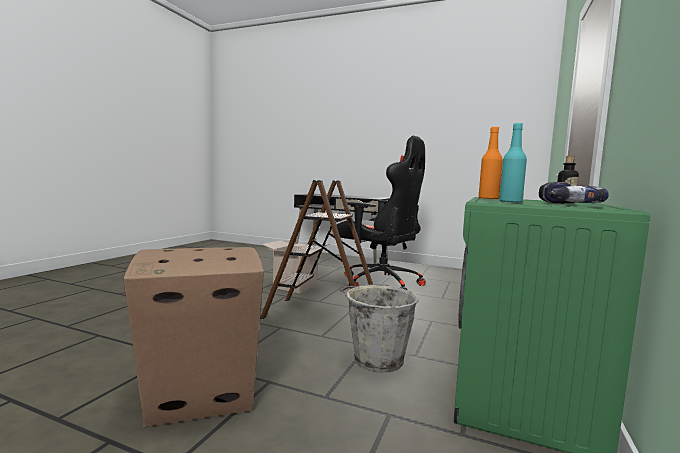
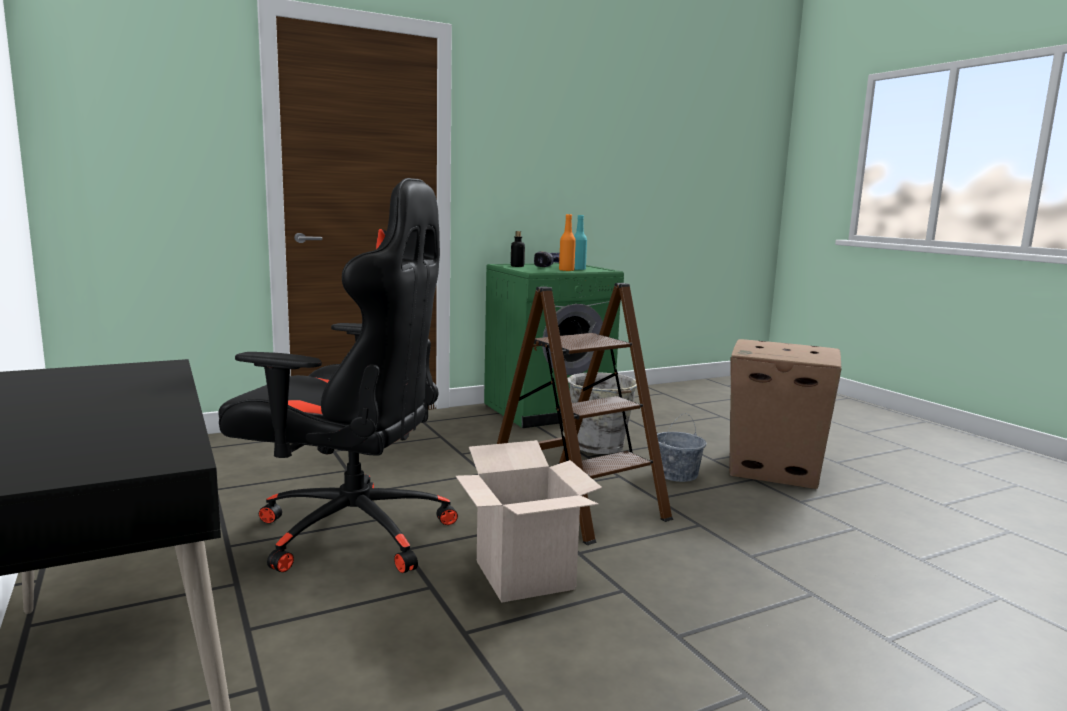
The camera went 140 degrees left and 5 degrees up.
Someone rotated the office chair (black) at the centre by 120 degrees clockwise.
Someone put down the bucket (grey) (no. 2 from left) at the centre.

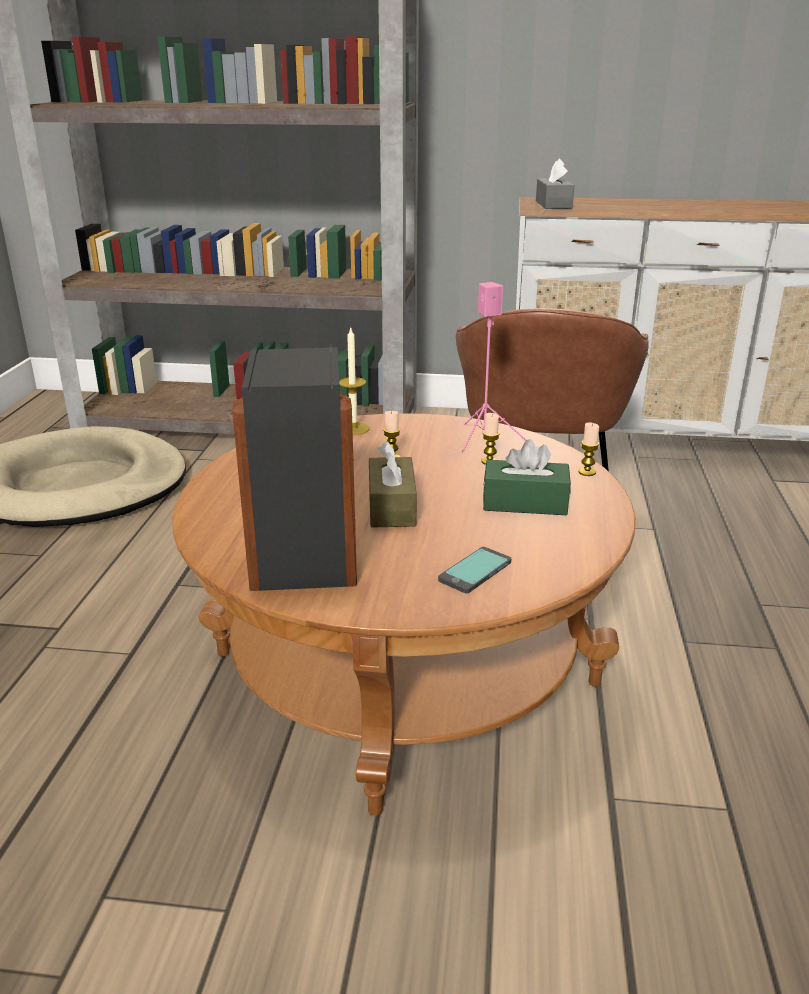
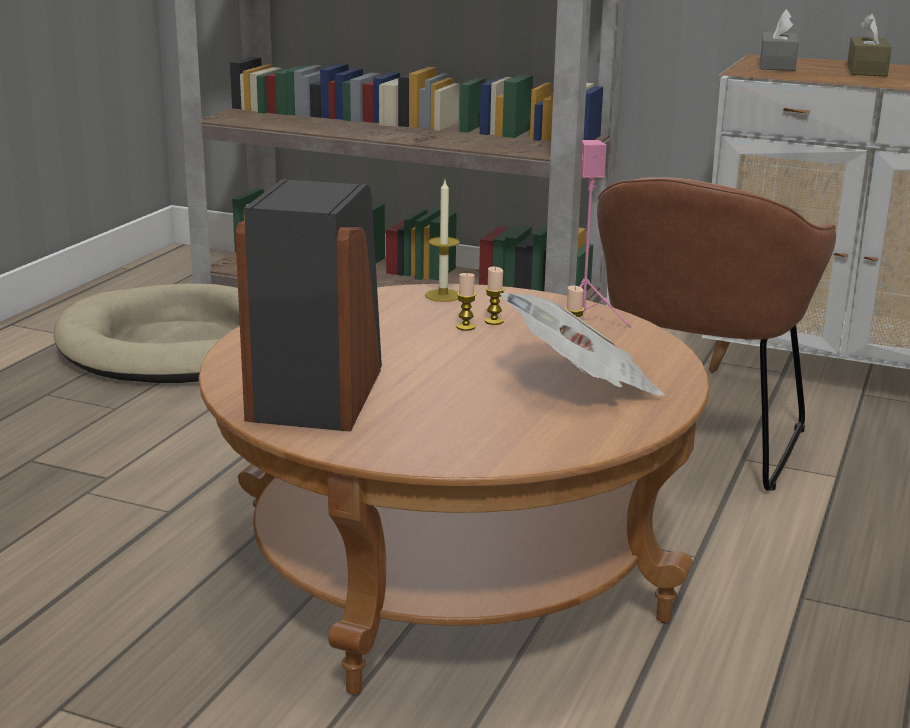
The camera went 15 degrees right and 5 degrees down.
Someone carried the candle (no. 4 from left in the first image) from the middle right to the centre.
Someone swapped the tissue box (green) at the centre for the newspaper at the centre.
Someone carried the tissue box (brown) from the centre to the top right.
Someone took away the phone at the centre.

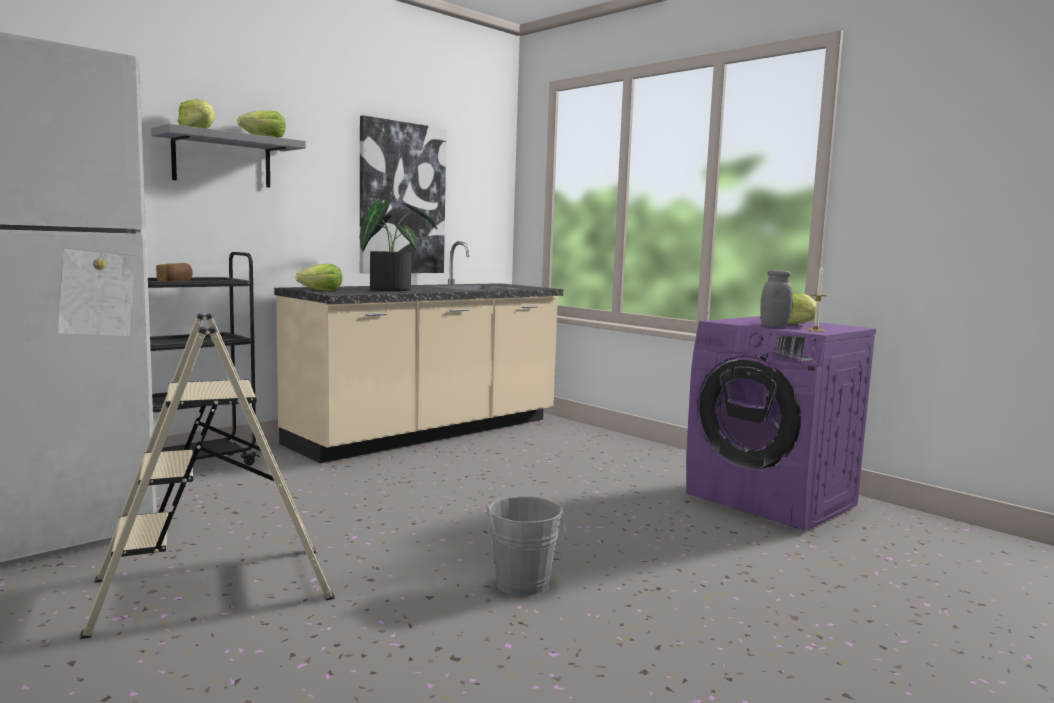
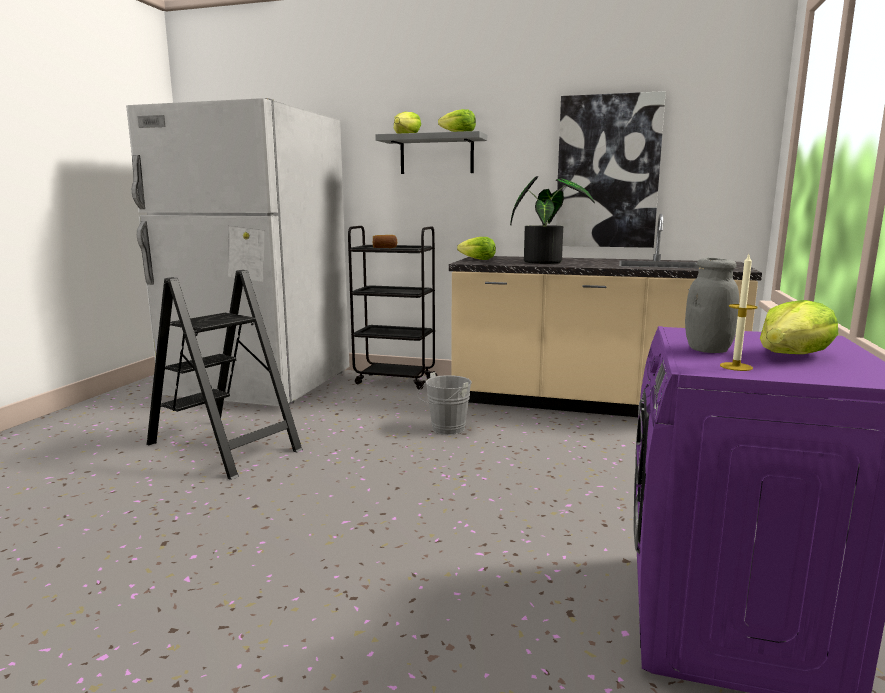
The camera went 60 degrees right and 5 degrees up.
Someone repainted the step ladder (beige) at the bottom left, which became the step ladder (black) at the middle left.
Someone carried the bucket (grey) from the bottom centre to the centre.

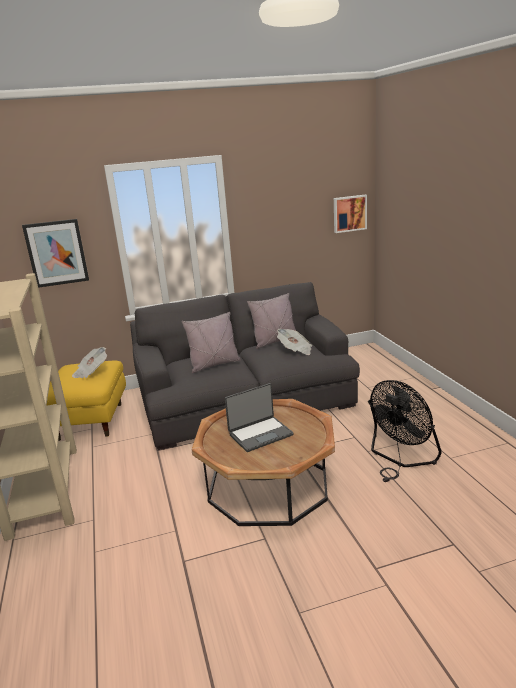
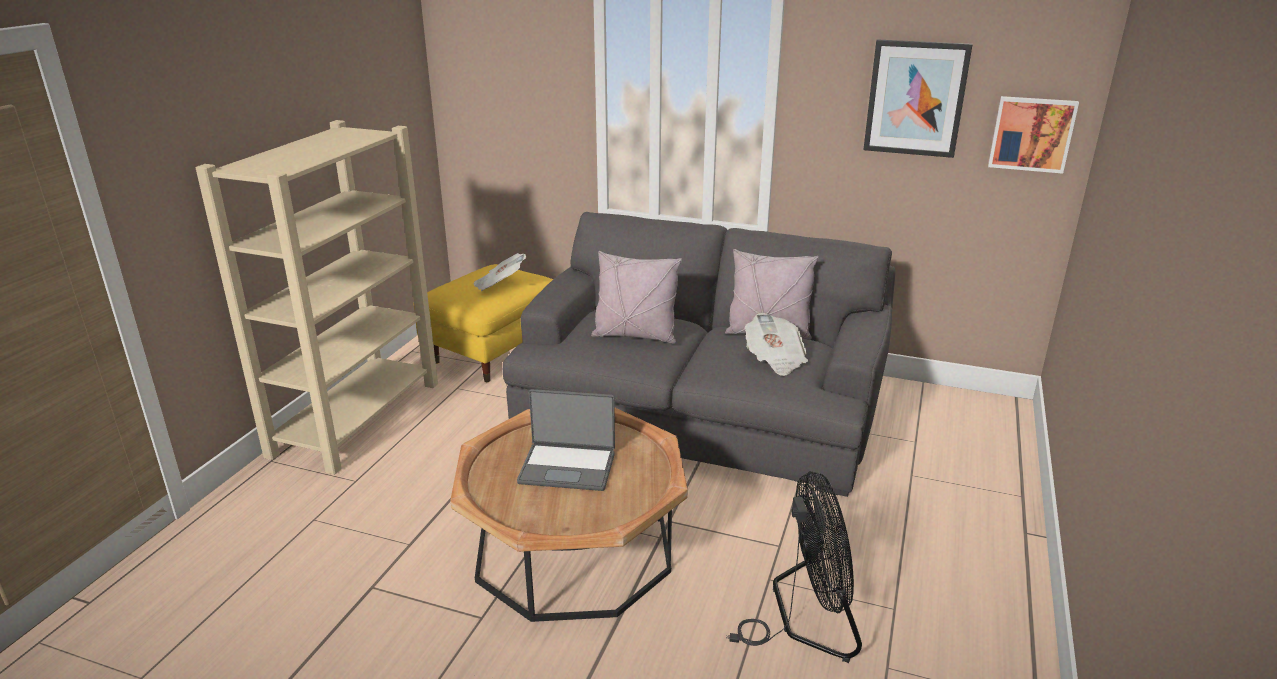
The camera went 35 degrees right and 5 degrees up.
Someone carried the picture (no. 1 from left) from the middle left to the top right.

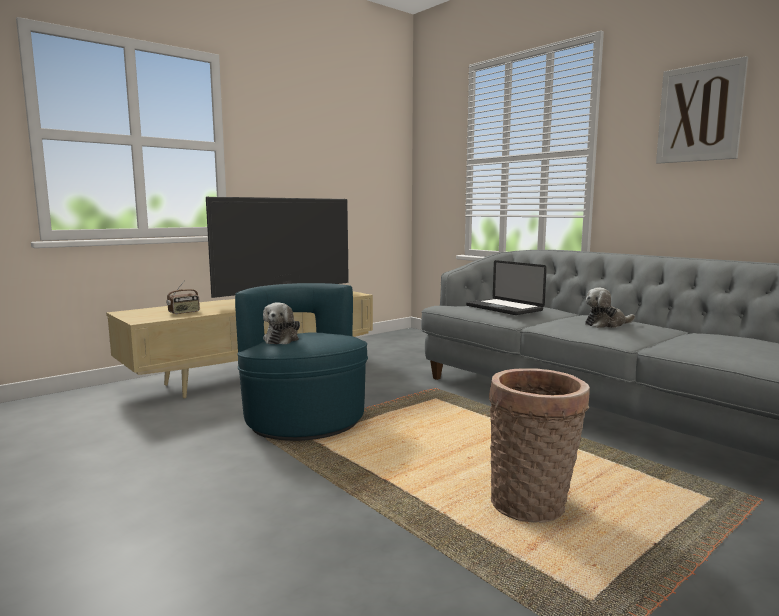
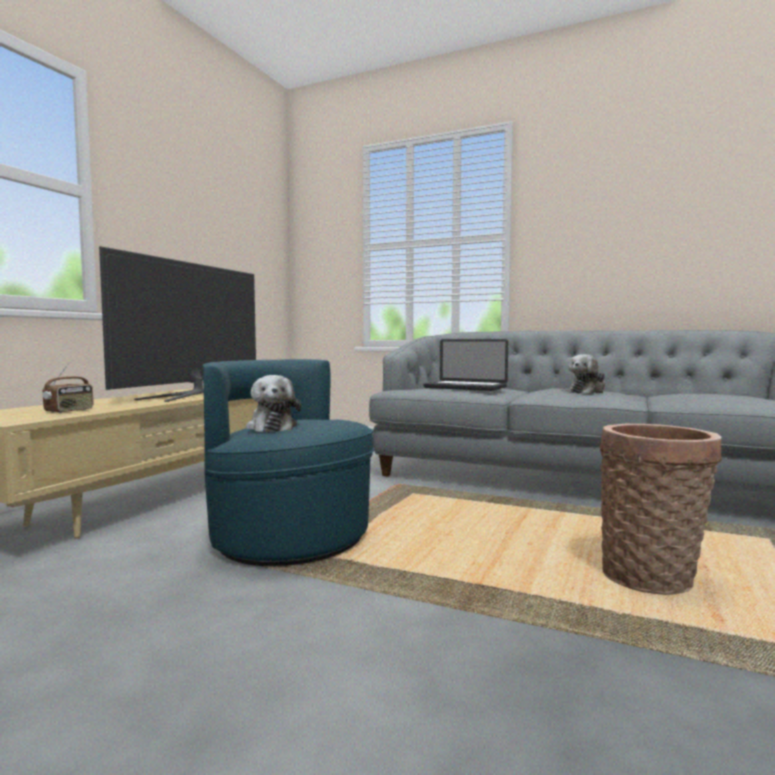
The camera went 25 degrees left and 5 degrees down.
Someone took away the picture at the top right.

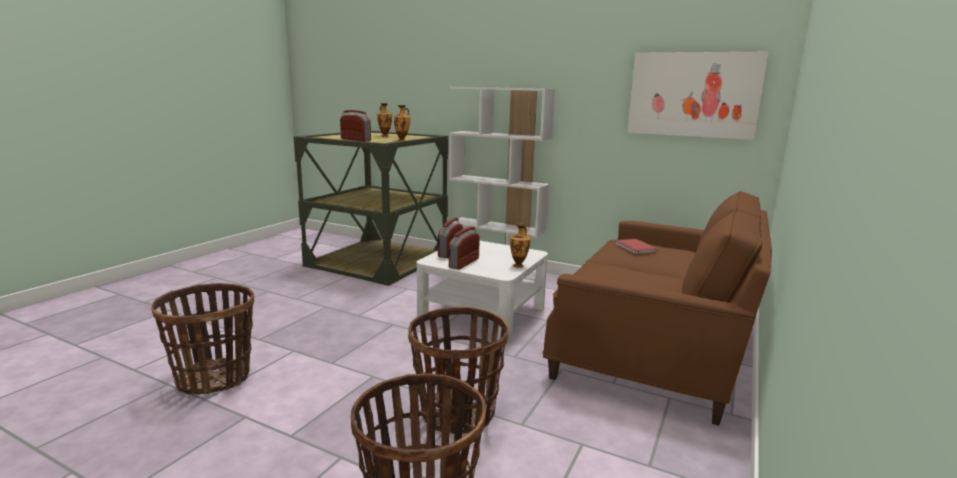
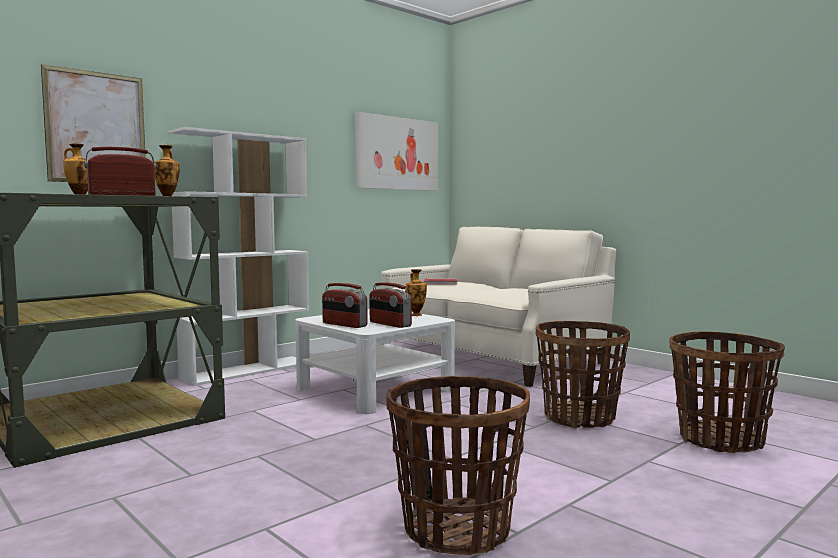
The camera went 70 degrees left and 10 degrees down.
Someone put up the picture (no. 1 from left) at the top left.
Someone repainted the sofa (brown) at the middle right, which became the sofa (white) at the centre.

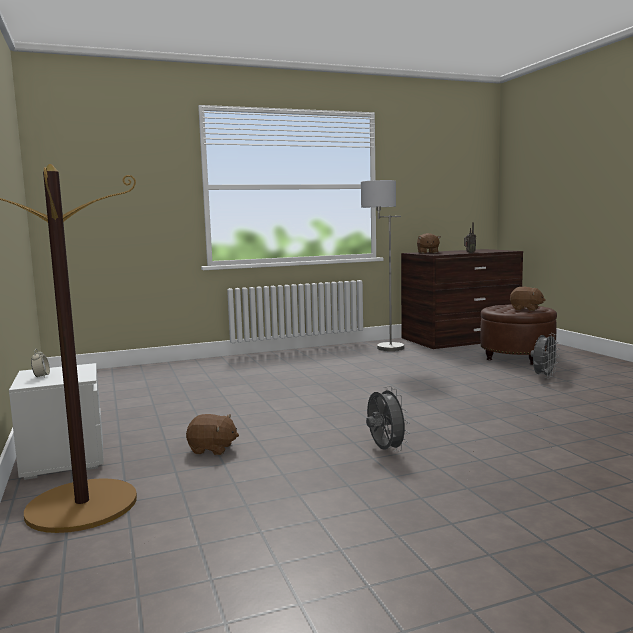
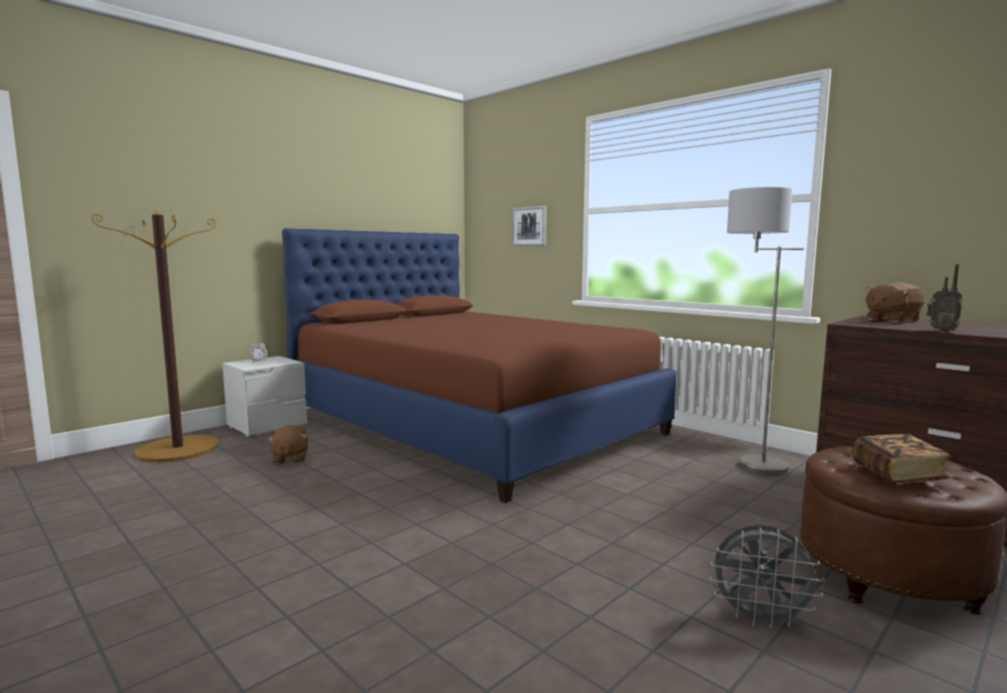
The camera went 65 degrees right and 0 degrees up.
Someone put down the bed (brown) at the centre.
Someone put up the picture at the top centre.
Someone swapped the plush toy (brown) (no. 3 from left) at the middle right for the book at the middle right.
Someone took away the fan (grey) (no. 1 from left) at the centre.

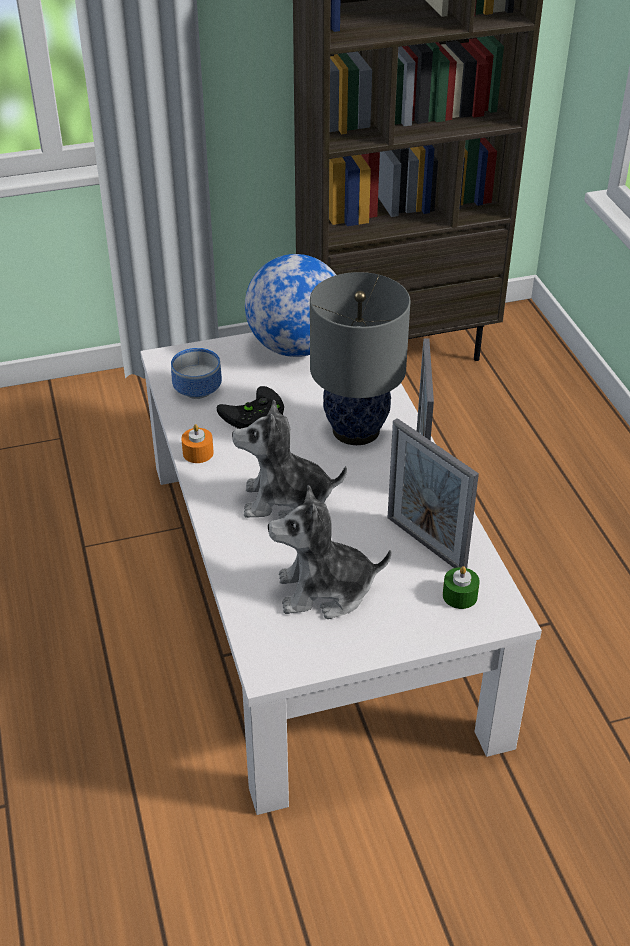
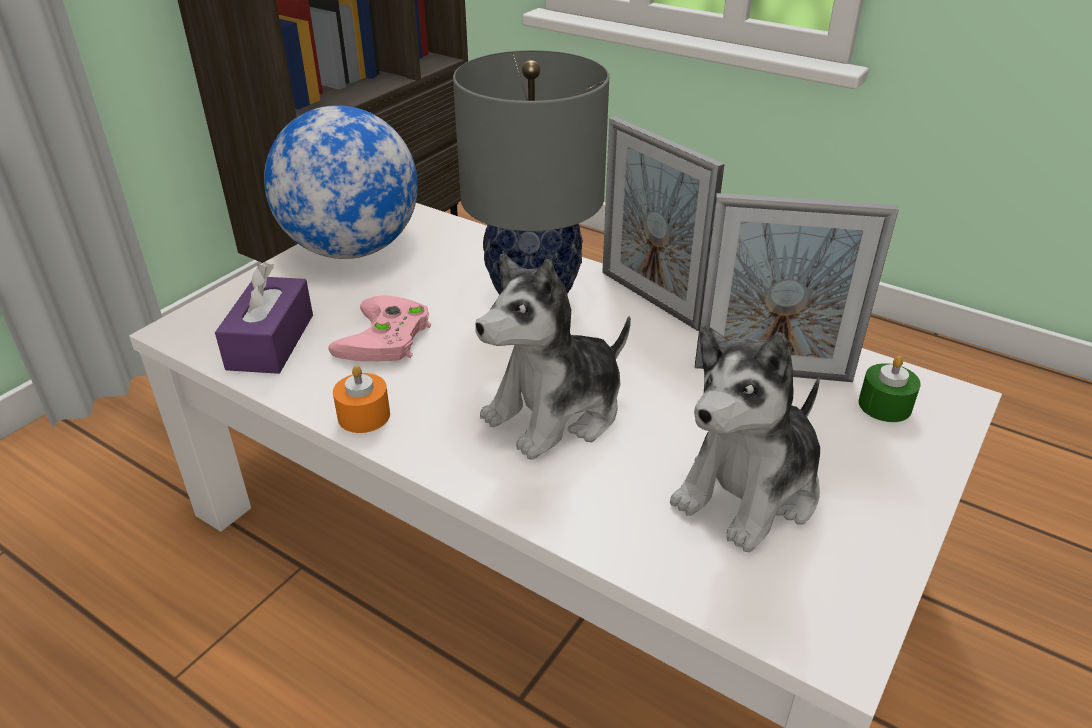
The camera went 40 degrees left and 5 degrees down.
Someone swapped the bowl at the middle left for the tissue box (purple) at the middle left.
Someone repainted the game controller (black) at the centre, which became the game controller (pink) at the centre.

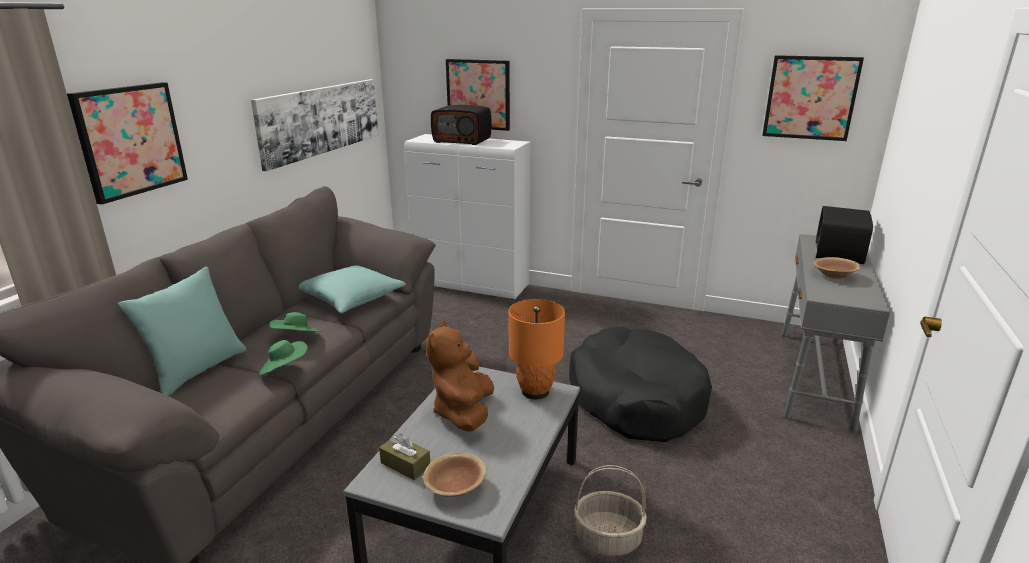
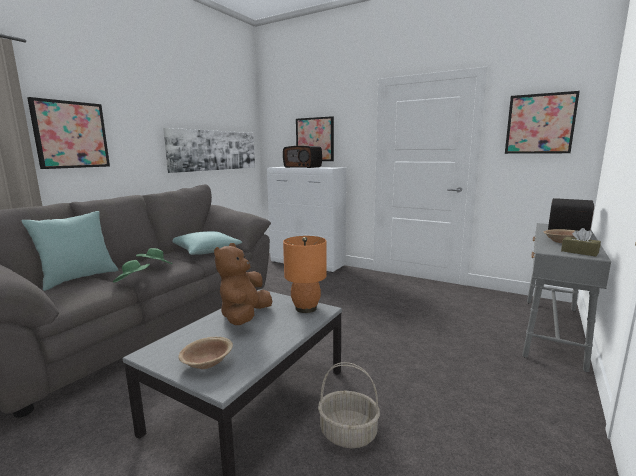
The camera went 10 degrees right and 10 degrees down.
Someone carried the tissue box (brown) from the bottom centre to the middle right.
Someone took away the dog bed (black) at the bottom centre.

